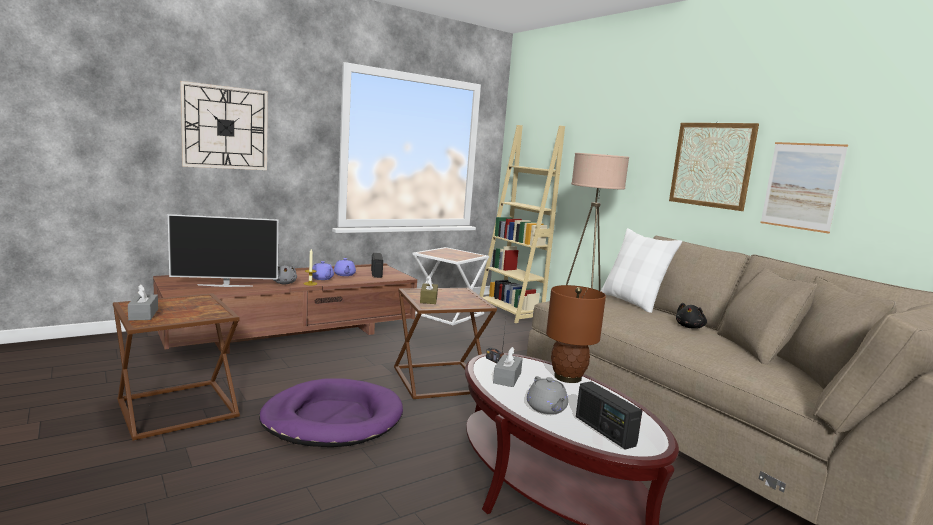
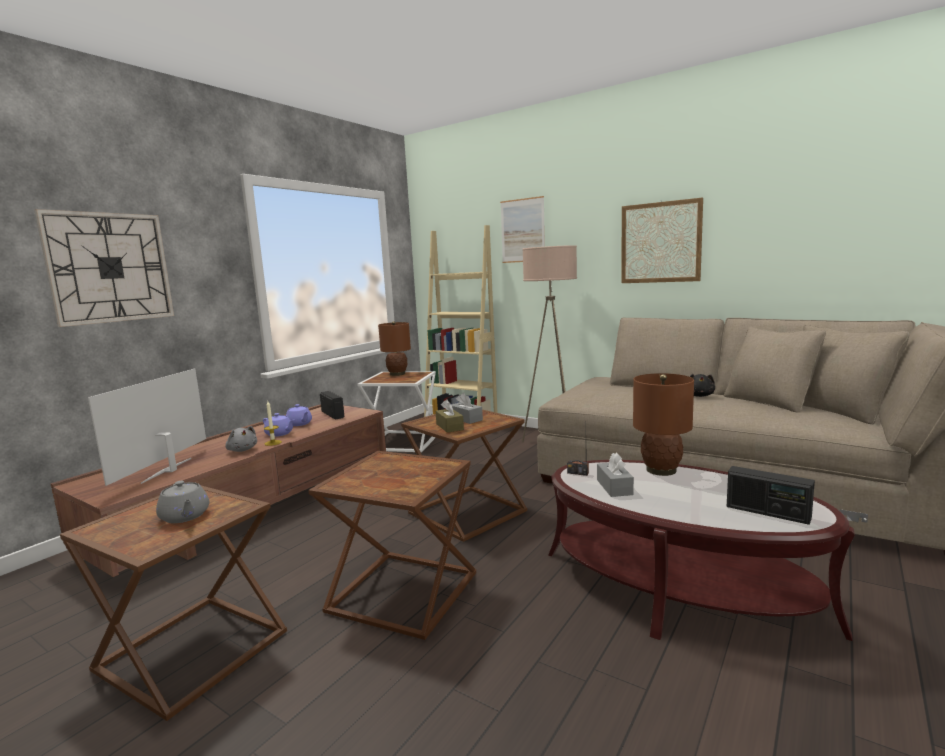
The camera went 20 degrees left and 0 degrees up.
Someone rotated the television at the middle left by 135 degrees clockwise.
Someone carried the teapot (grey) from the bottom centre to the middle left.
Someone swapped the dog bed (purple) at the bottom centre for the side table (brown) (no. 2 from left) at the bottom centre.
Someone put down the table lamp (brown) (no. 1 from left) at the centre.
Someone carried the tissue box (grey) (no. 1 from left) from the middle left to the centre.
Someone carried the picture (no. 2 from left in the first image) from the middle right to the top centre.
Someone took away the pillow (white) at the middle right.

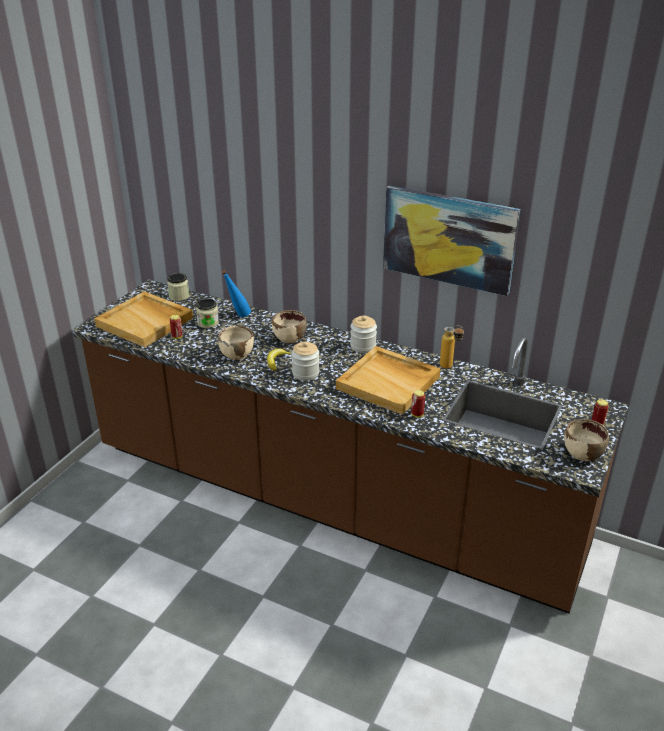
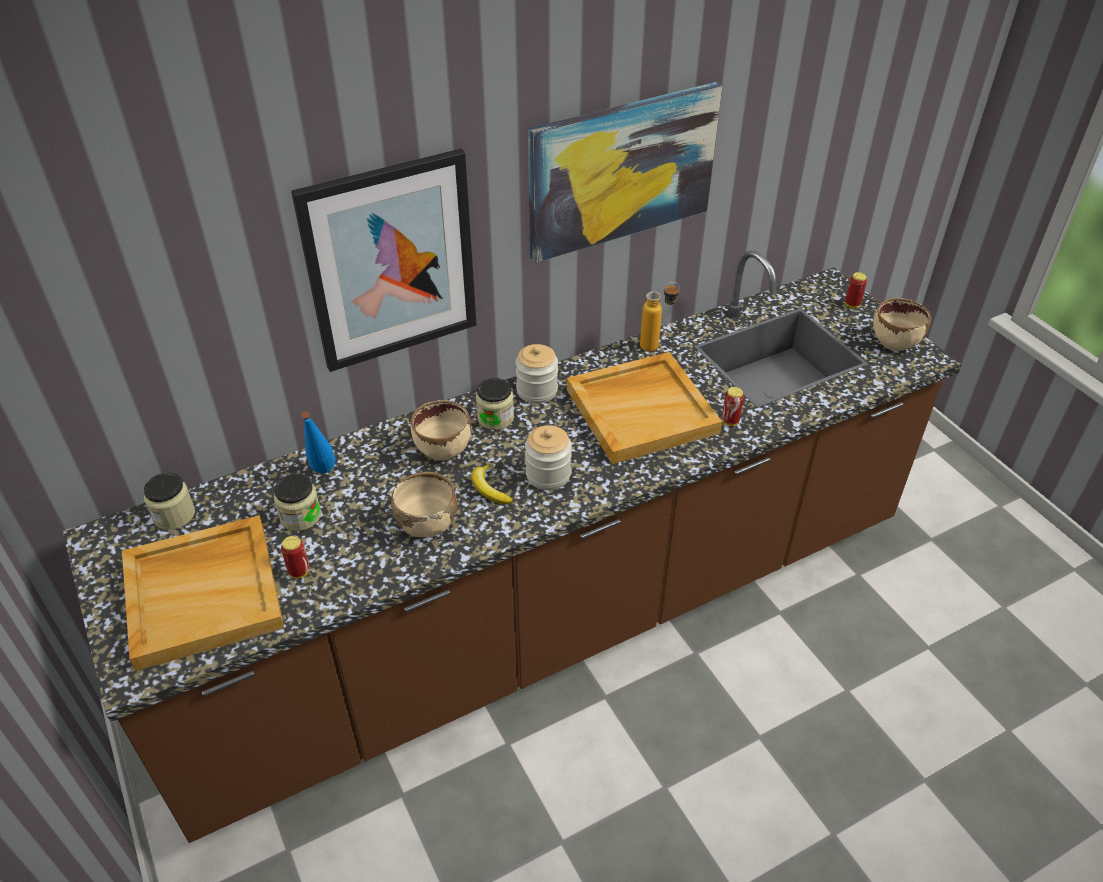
The camera went 55 degrees left and 10 degrees up.
Someone put up the picture (no. 1 from left) at the top centre.
Someone put down the jar (no. 3 from left) at the centre.

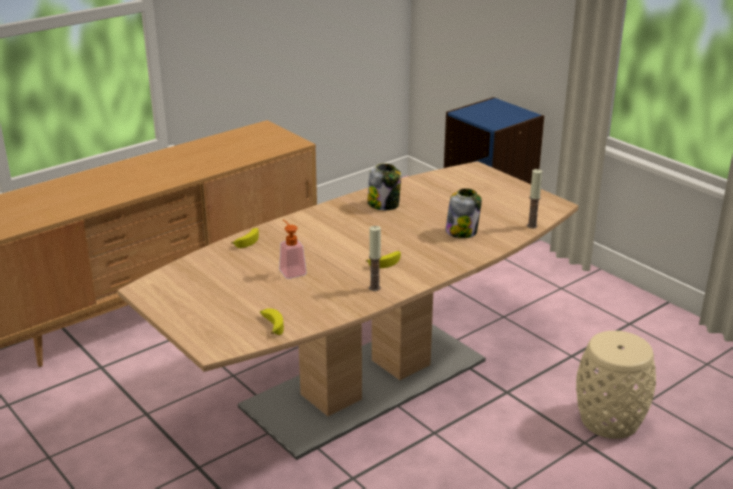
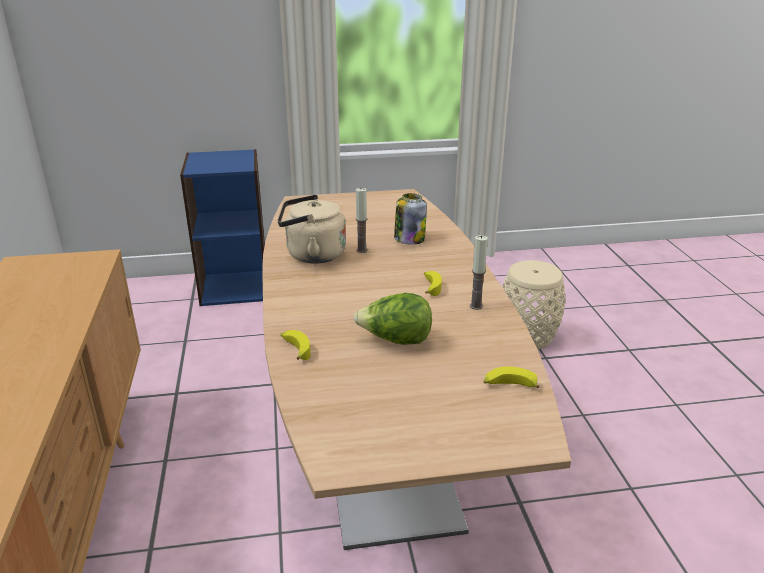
The camera went 60 degrees left and 0 degrees up.
Someone swapped the jar (no. 1 from left) at the centre for the kettle (beige) at the centre.
Someone swapped the soap dispenser at the centre for the lettuce at the centre.
Someone carried the candle (no. 2 from left in the first image) from the middle right to the centre.

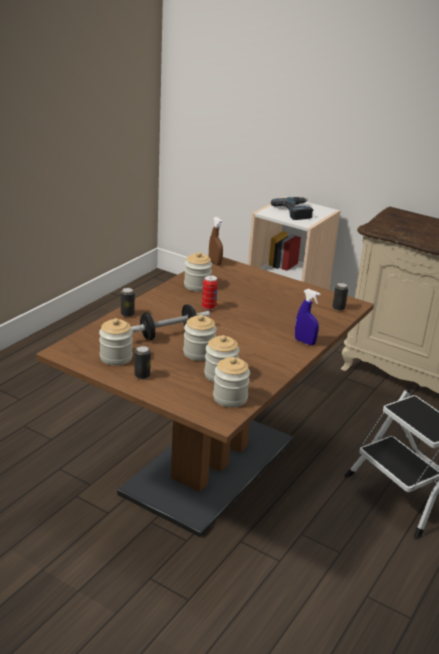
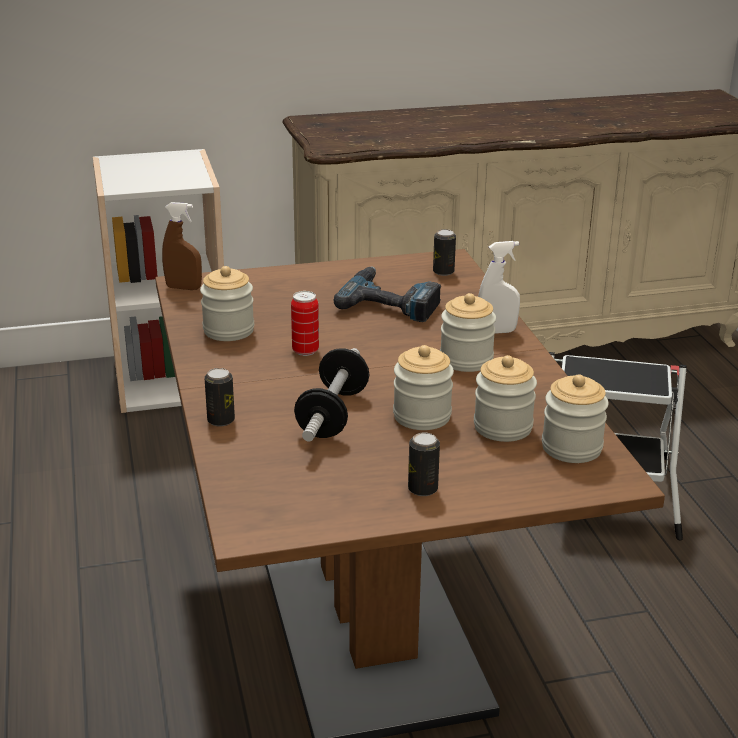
The camera went 45 degrees left and 0 degrees up.
Someone carried the power drill from the top centre to the centre.
Someone carried the jar (no. 1 from left in the first image) from the middle left to the centre.
Someone repainted the spray bottle (blue) at the middle right, which became the spray bottle (white) at the middle right.

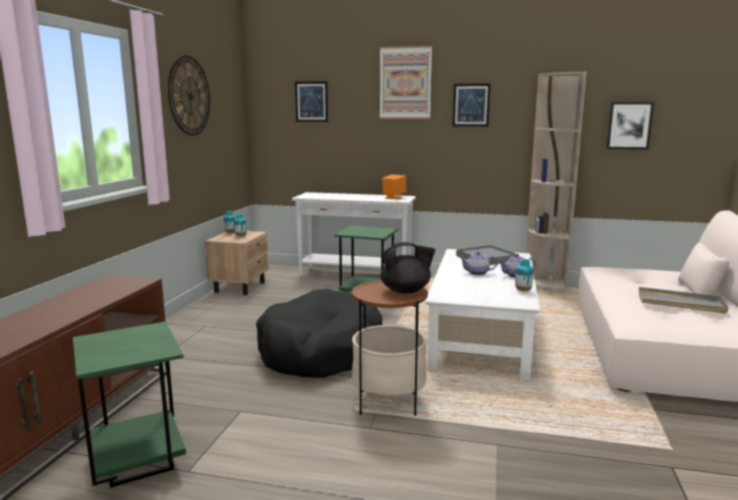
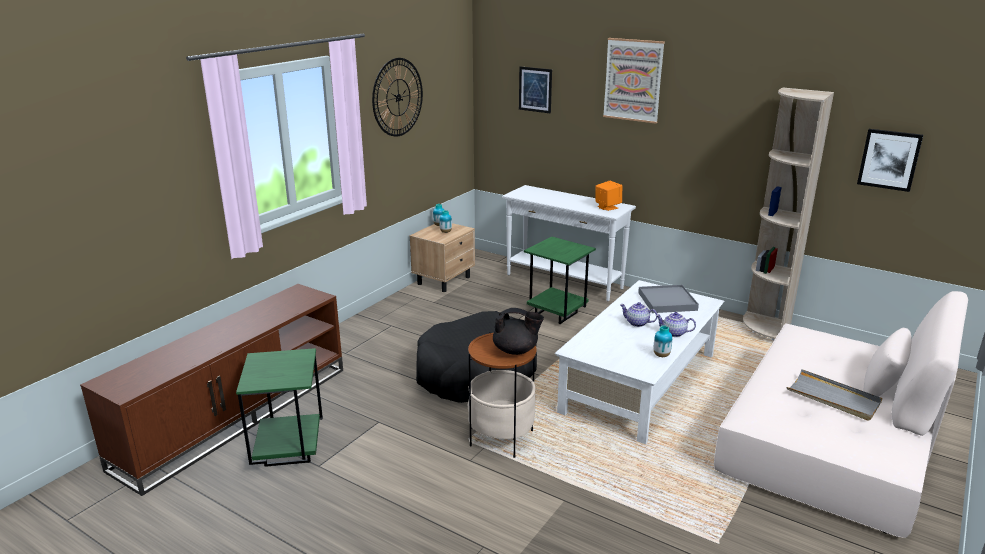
The camera went 20 degrees right and 10 degrees up.
Someone took away the picture (no. 3 from left) at the top centre.

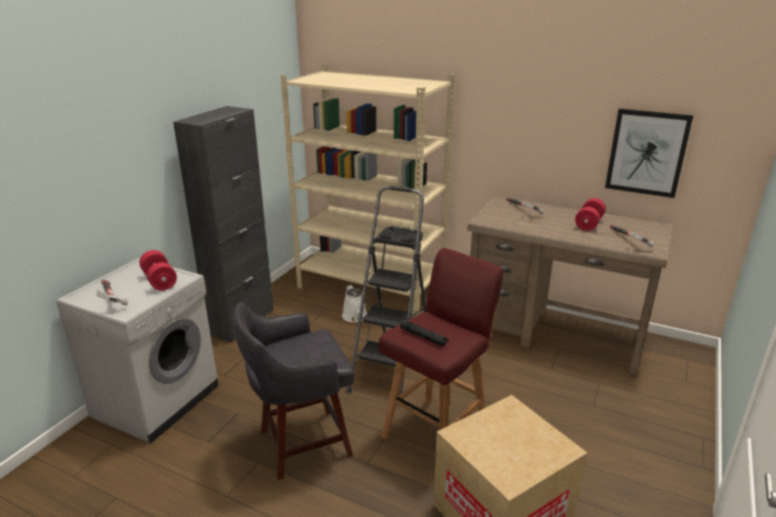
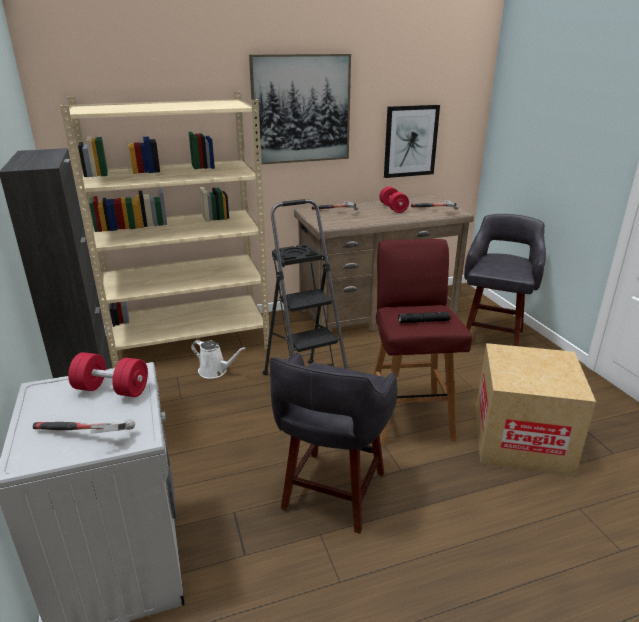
The camera went 45 degrees left and 0 degrees up.
Someone put up the picture (no. 1 from left) at the top centre.
Someone put down the stool (grey) (no. 2 from left) at the middle right.

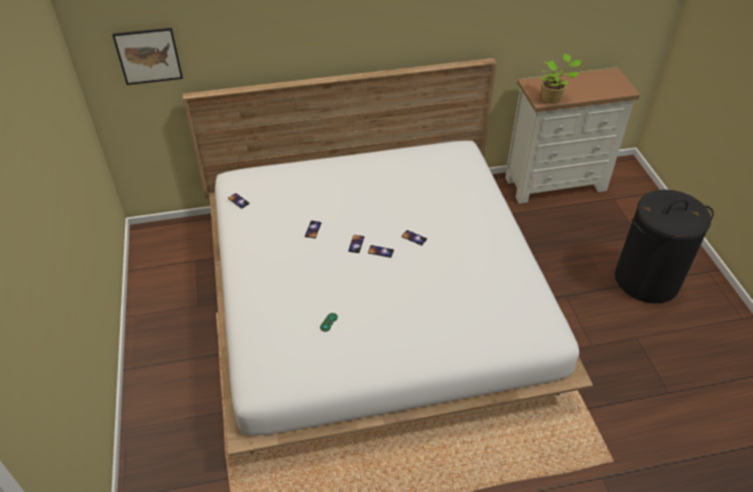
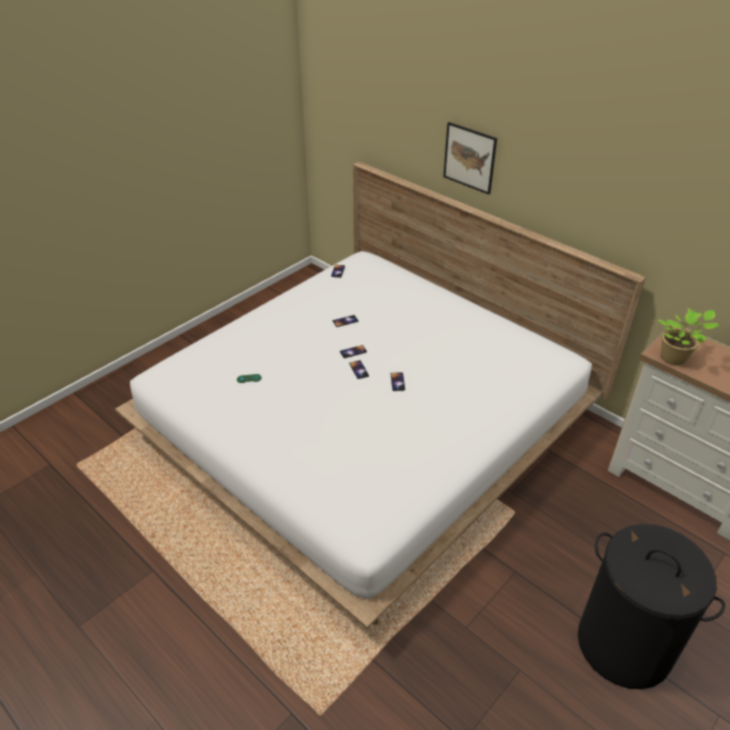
The camera went 55 degrees right and 5 degrees down.
Someone carried the picture from the top left to the top centre.

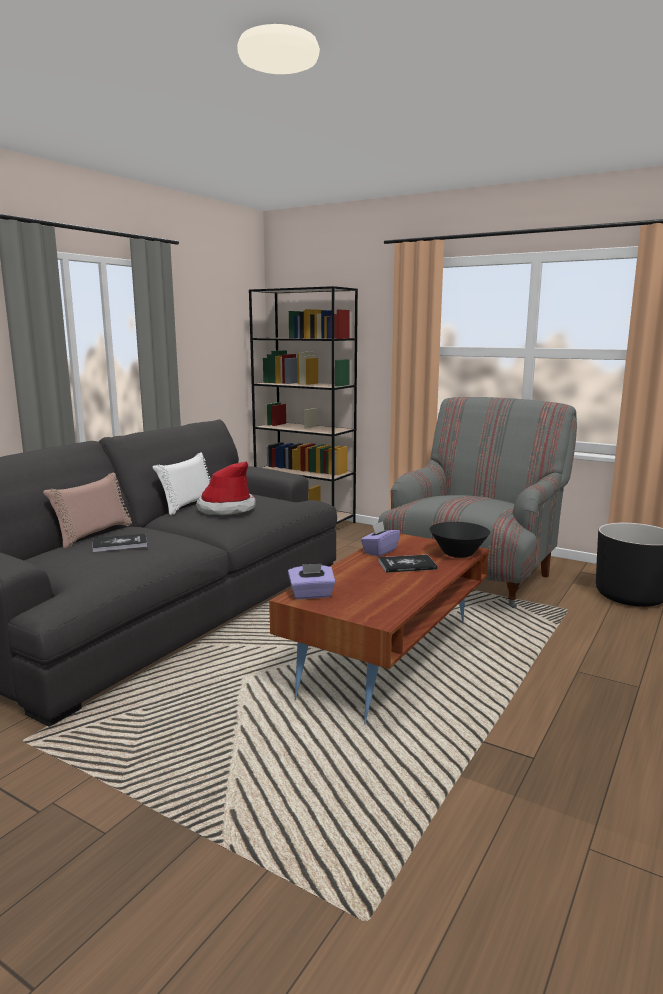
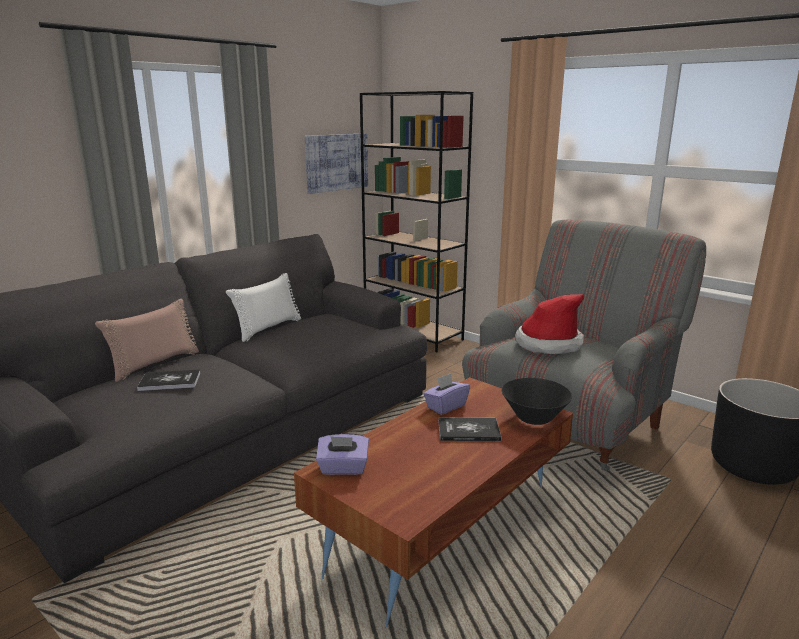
The camera went 10 degrees right and 5 degrees up.
Someone put up the picture at the top centre.
Someone carried the hat from the centre to the middle right.

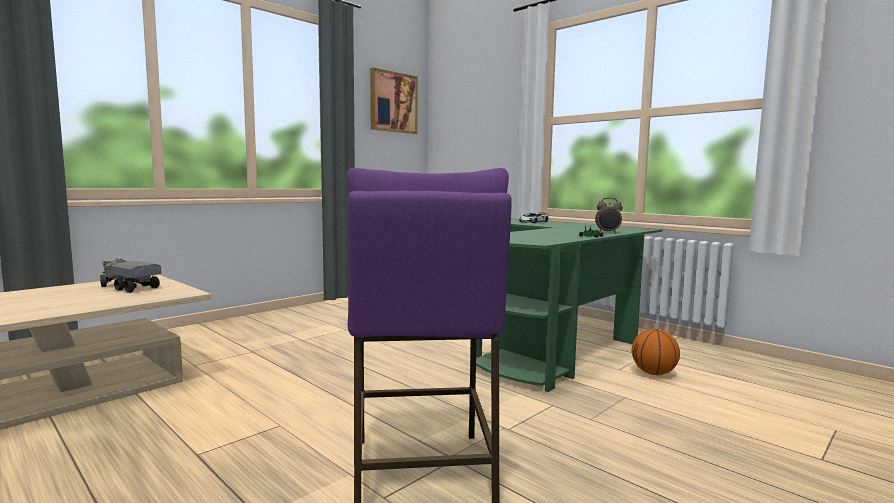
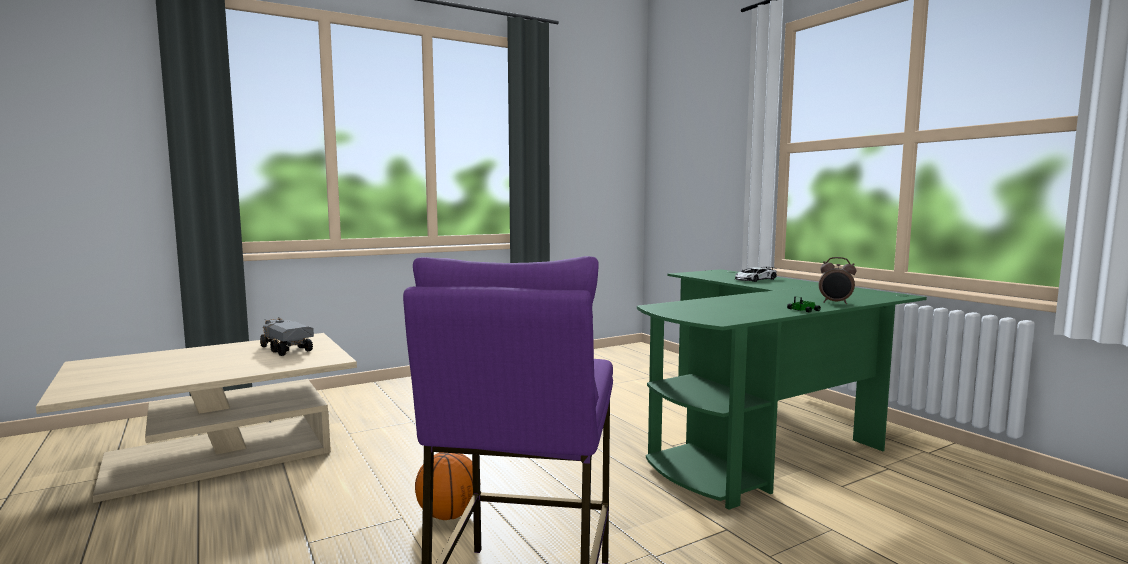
The camera went 15 degrees right and 0 degrees up.
Someone carried the basketball from the bottom right to the bottom centre.
Someone took away the picture at the top centre.

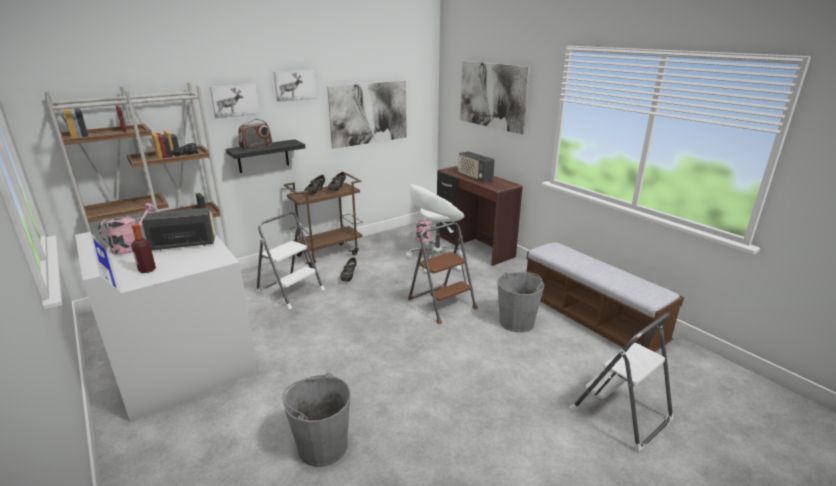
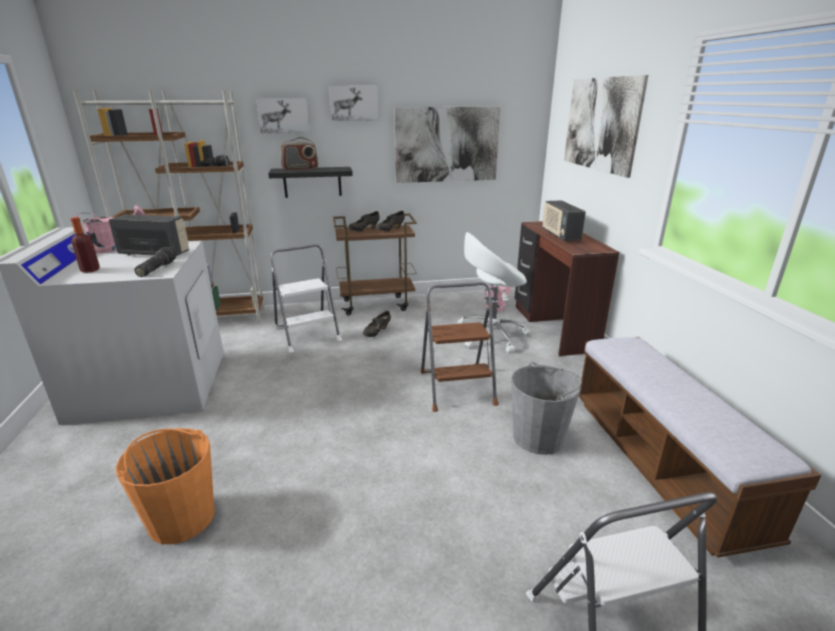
The camera went 25 degrees right and 0 degrees up.
Someone repainted the bucket (grey) (no. 1 from left) at the bottom centre, which became the bucket (orange) at the bottom left.
Someone put down the flashlight (no. 1 from left) at the middle left.

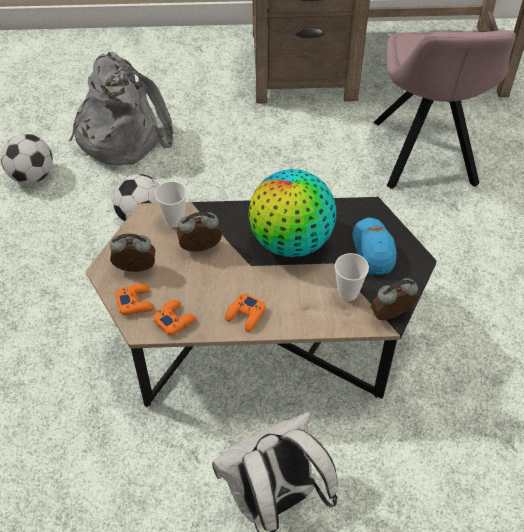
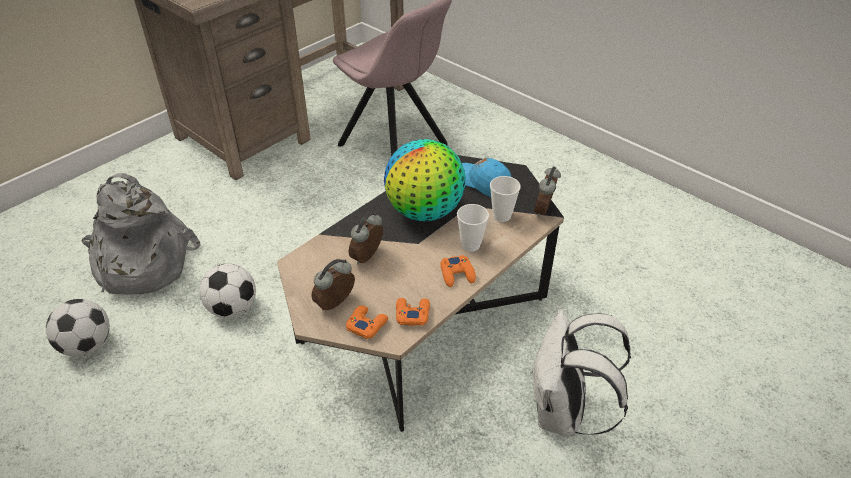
The camera went 45 degrees left and 10 degrees down.
Someone carried the cup (no. 1 from left) from the middle left to the centre.

